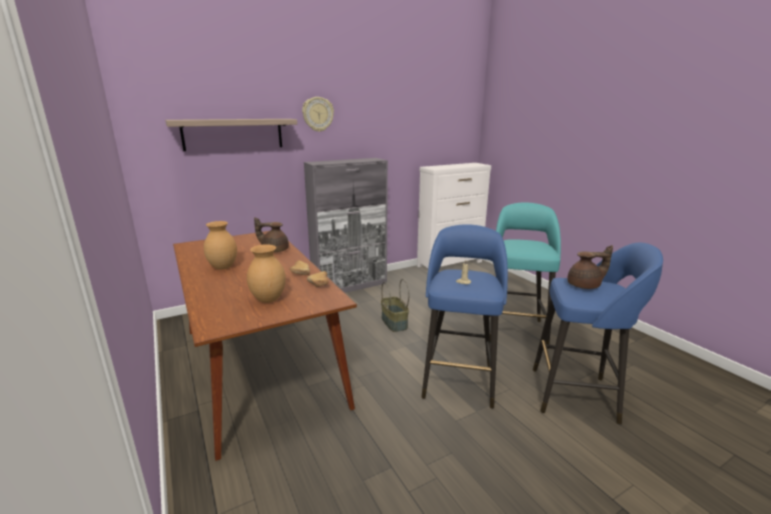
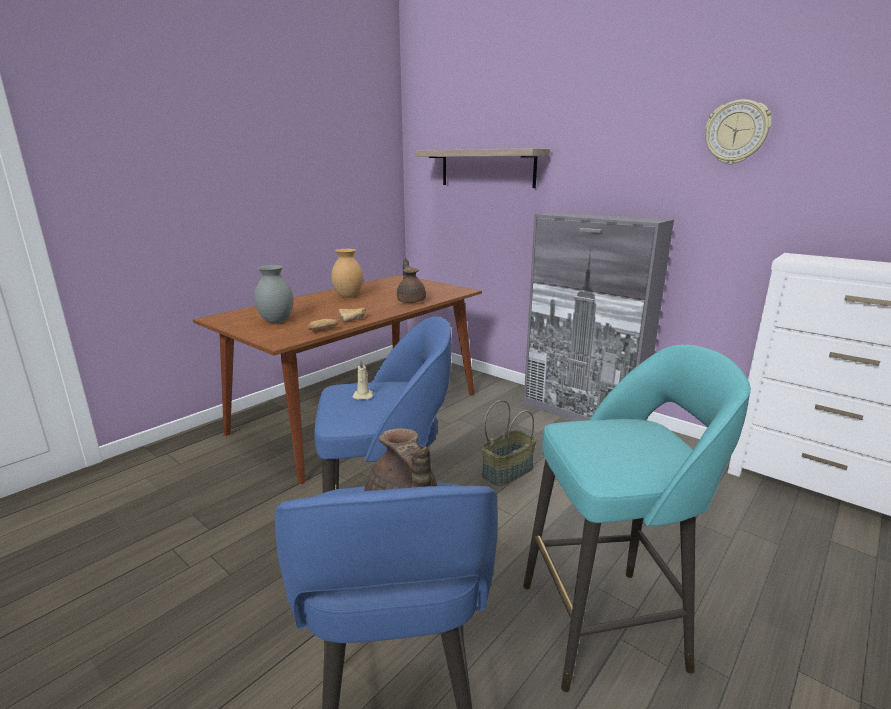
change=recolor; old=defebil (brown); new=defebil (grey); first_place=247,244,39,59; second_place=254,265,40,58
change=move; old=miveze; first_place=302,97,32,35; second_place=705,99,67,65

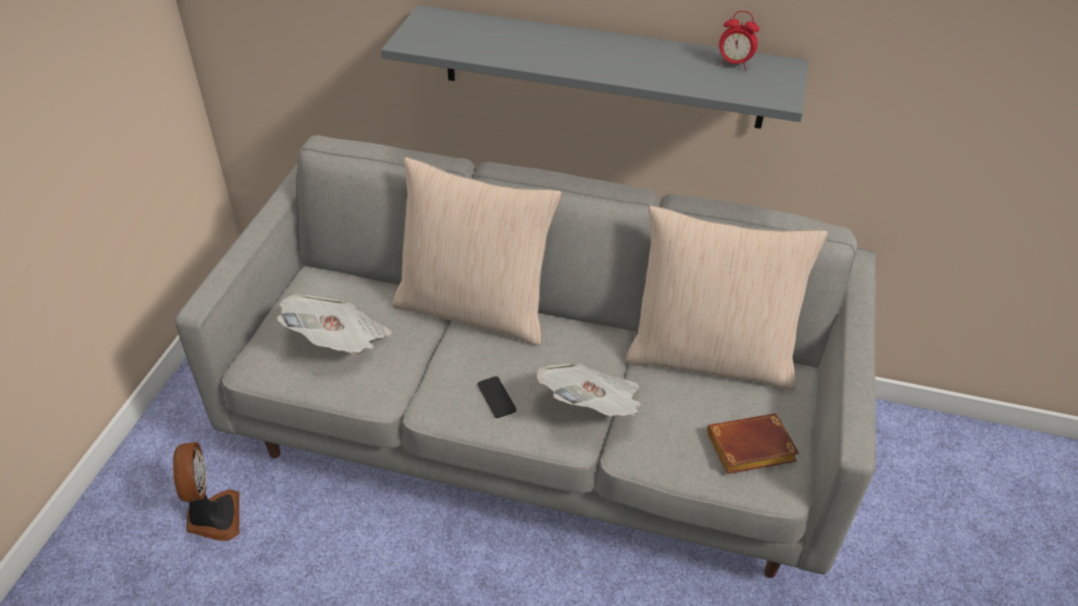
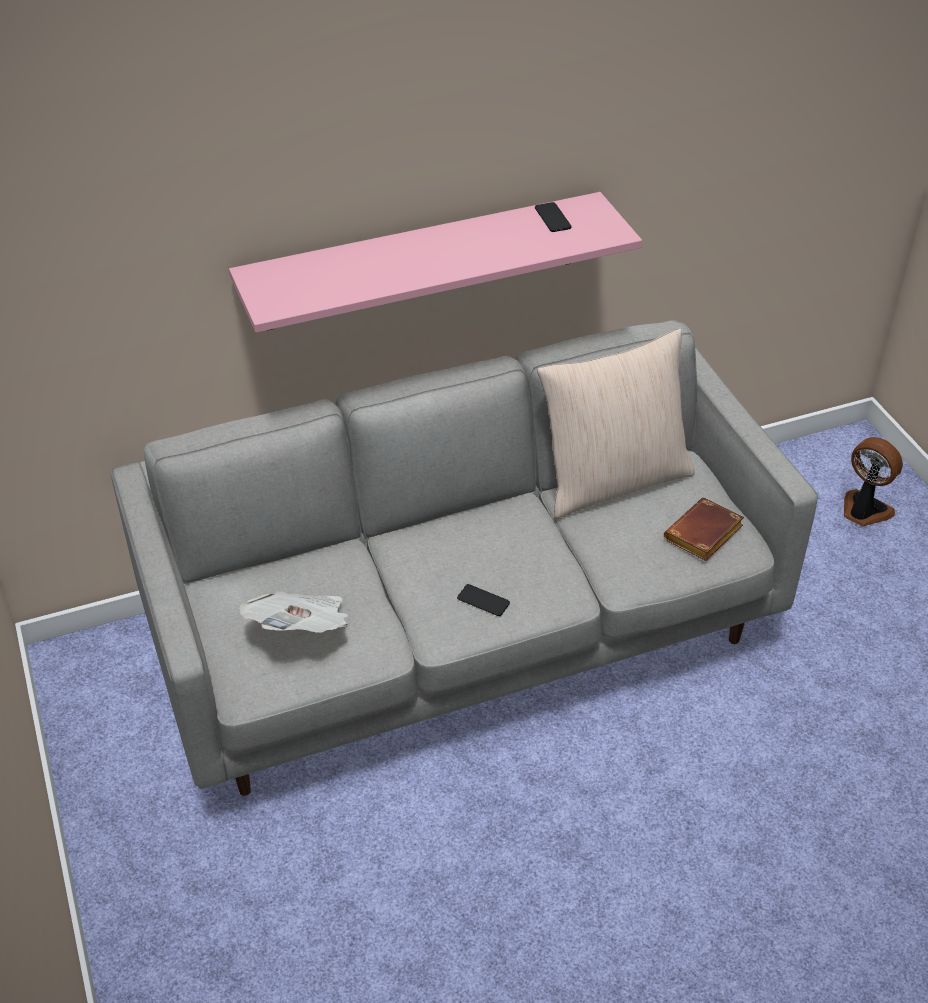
change=move; old=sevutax; first_place=173,442,66,99; second_place=844,437,59,89
change=recolor; old=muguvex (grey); new=muguvex (pink); first_place=381,5,428,124; second_place=229,192,413,141
change=delete; old=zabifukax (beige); first_place=392,157,170,188
change=delete; old=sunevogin; first_place=537,363,104,53
change=replace; old=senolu; new=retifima; first_place=719,11,40,59; second_place=535,202,37,30

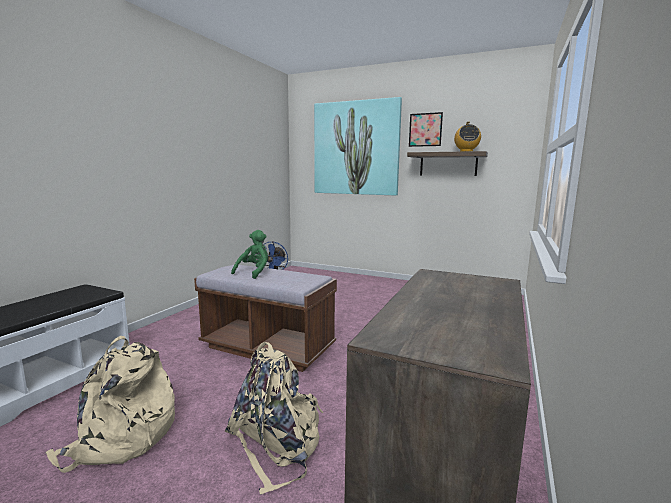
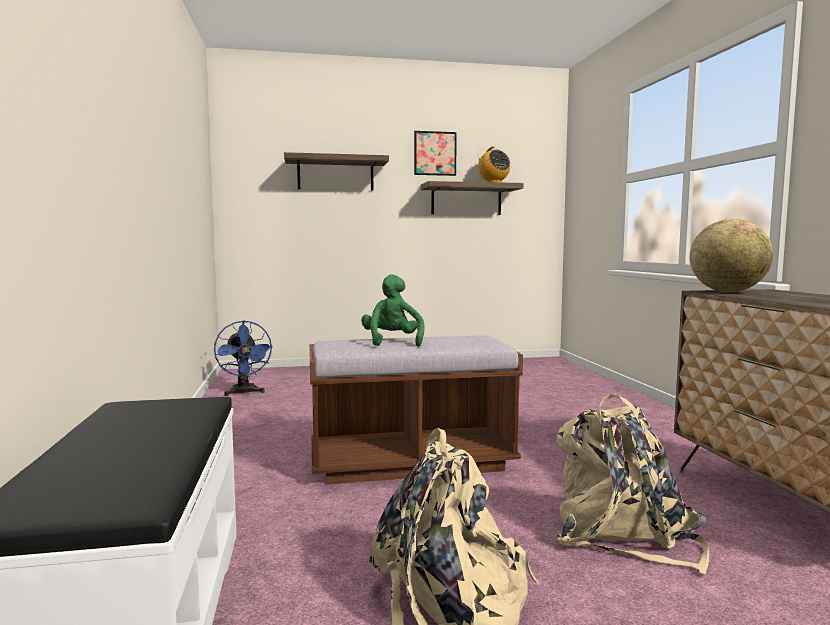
change=replace; old=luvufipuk; new=muguvex; first_place=314,97,88,99; second_place=284,152,105,39
change=insert; new=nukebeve; second_place=690,219,83,73

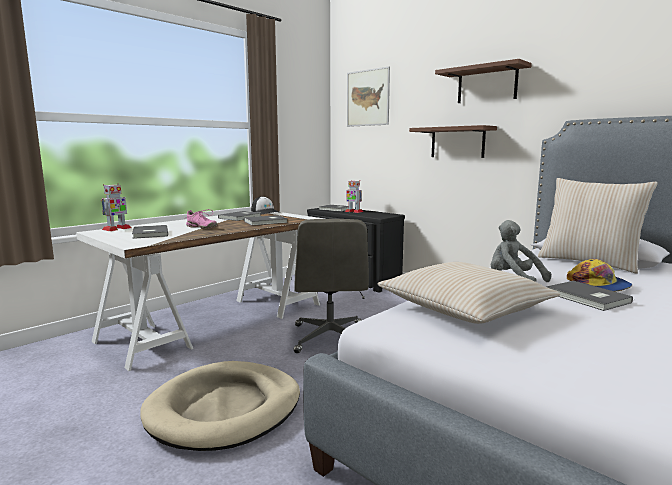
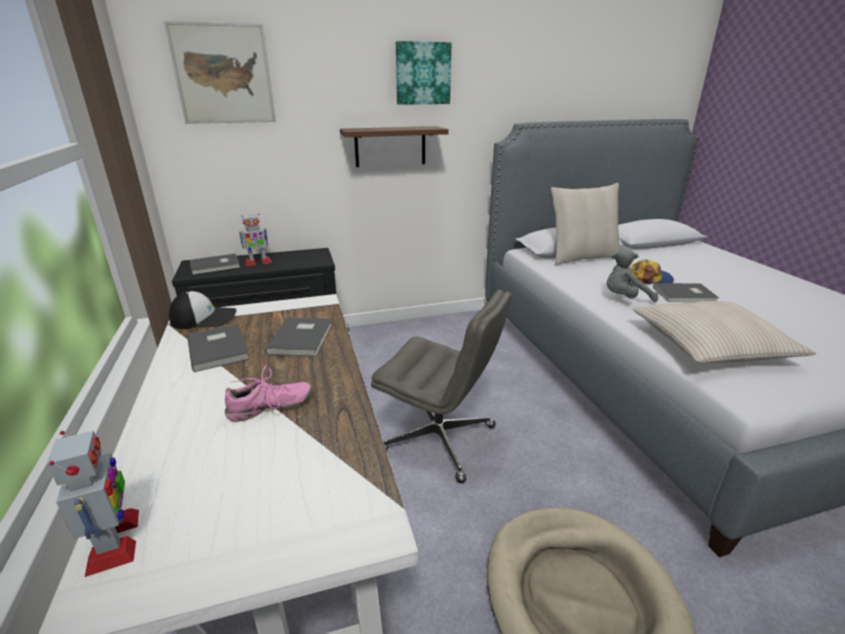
change=delete; old=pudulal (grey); first_place=132,225,36,14
change=replace; old=muguvex (brown); new=luvufipuk; first_place=435,59,97,44; second_place=396,41,55,64

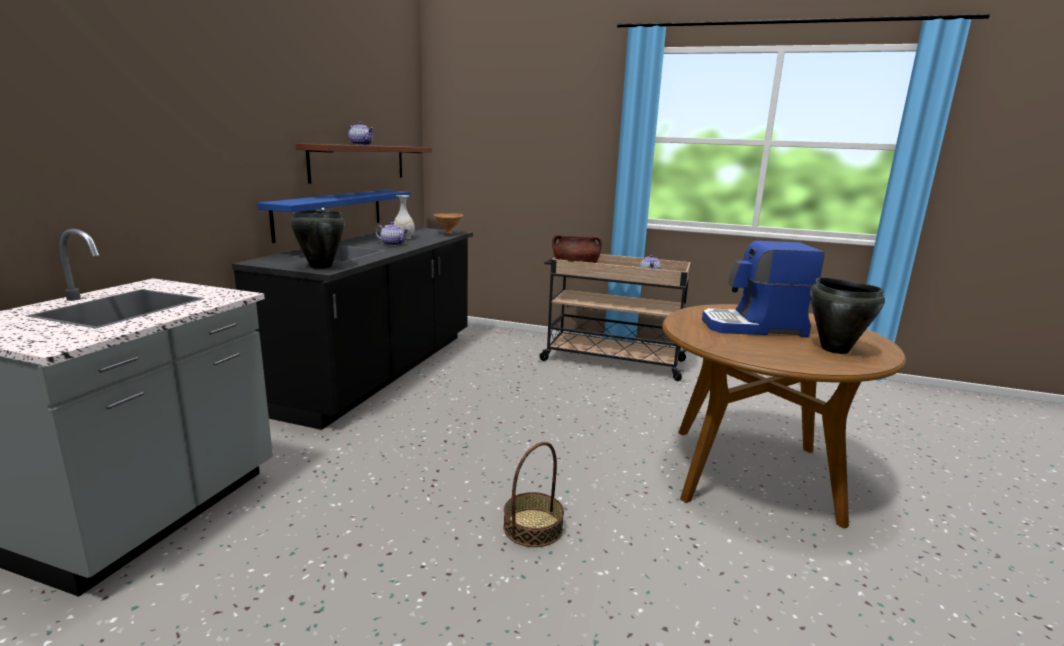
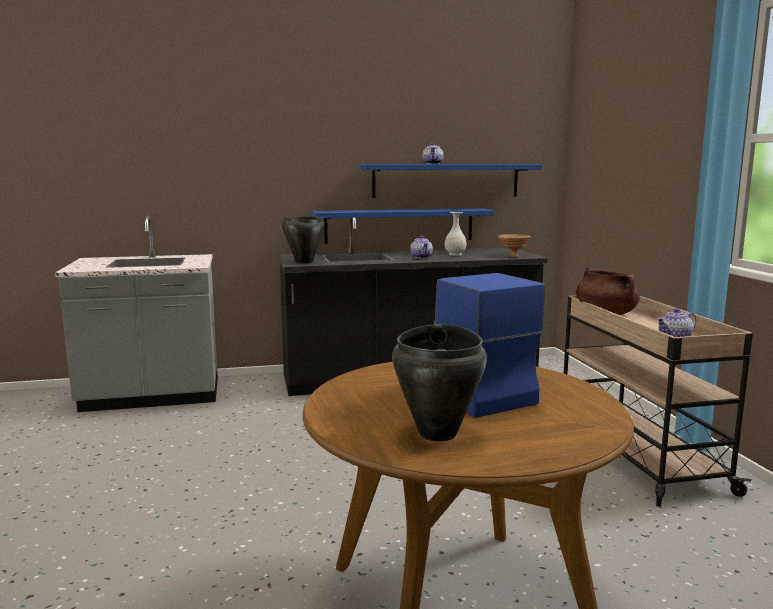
change=recolor; old=muguvex (brown); new=muguvex (blue); first_place=295,143,137,41; second_place=360,164,182,34
change=delete; old=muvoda; first_place=503,442,61,105

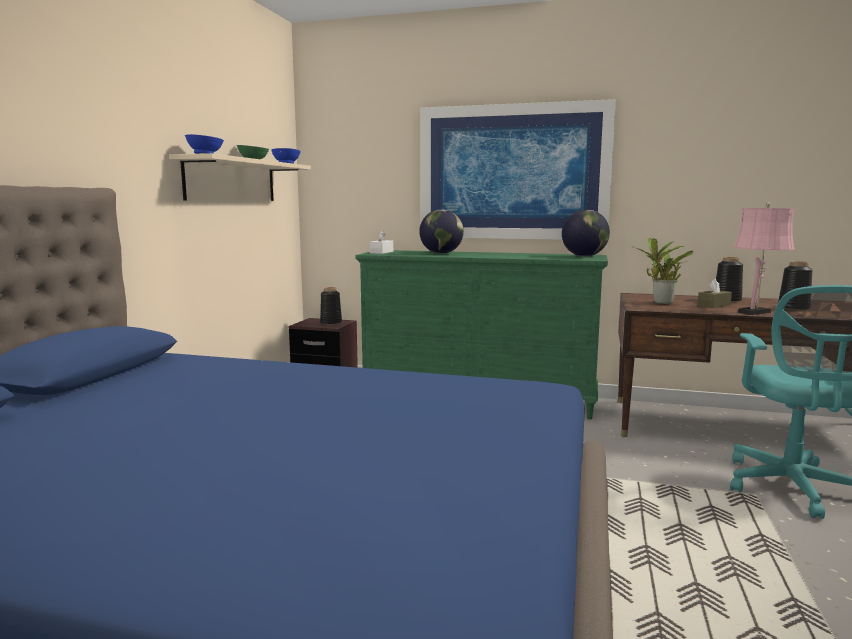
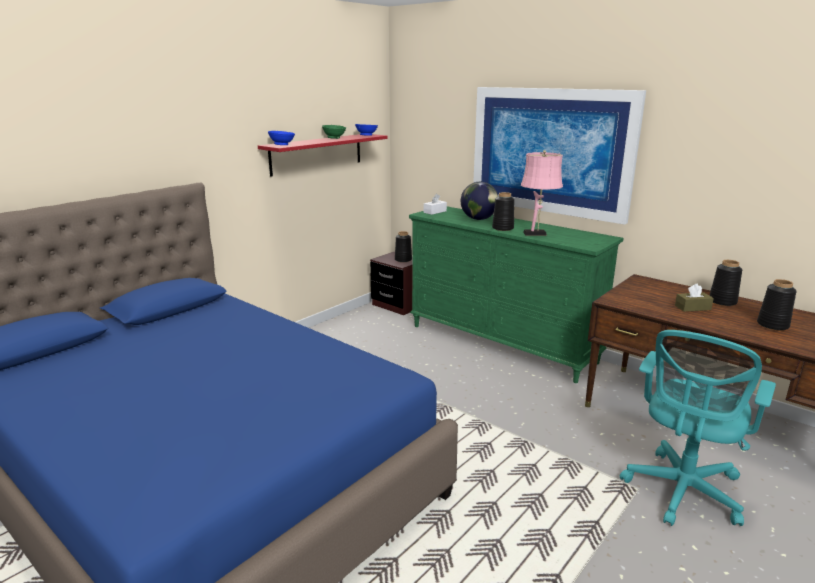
change=recolor; old=muguvex (beige); new=muguvex (red); first_place=169,153,142,48; second_place=258,134,130,43
change=delete; old=nukebeve; first_place=562,210,48,47
change=delete; old=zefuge; first_place=632,238,61,66
change=move; old=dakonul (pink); first_place=733,202,62,113; second_place=521,150,42,86
change=insert; new=defebil (black); second_place=492,192,22,39

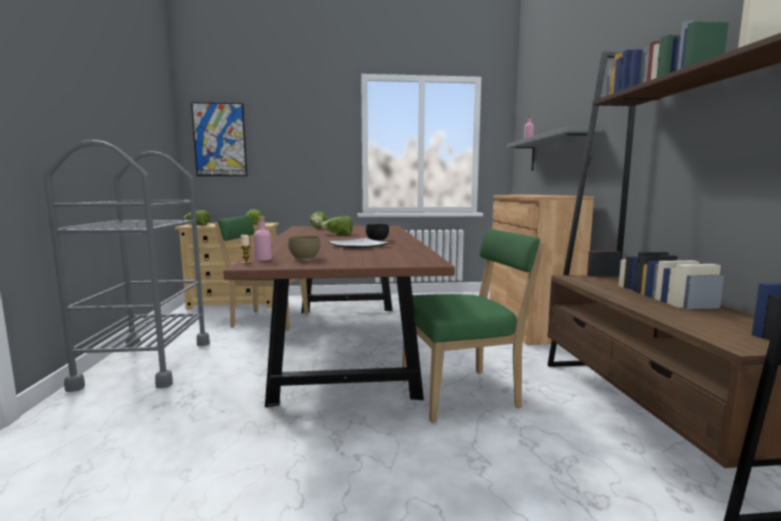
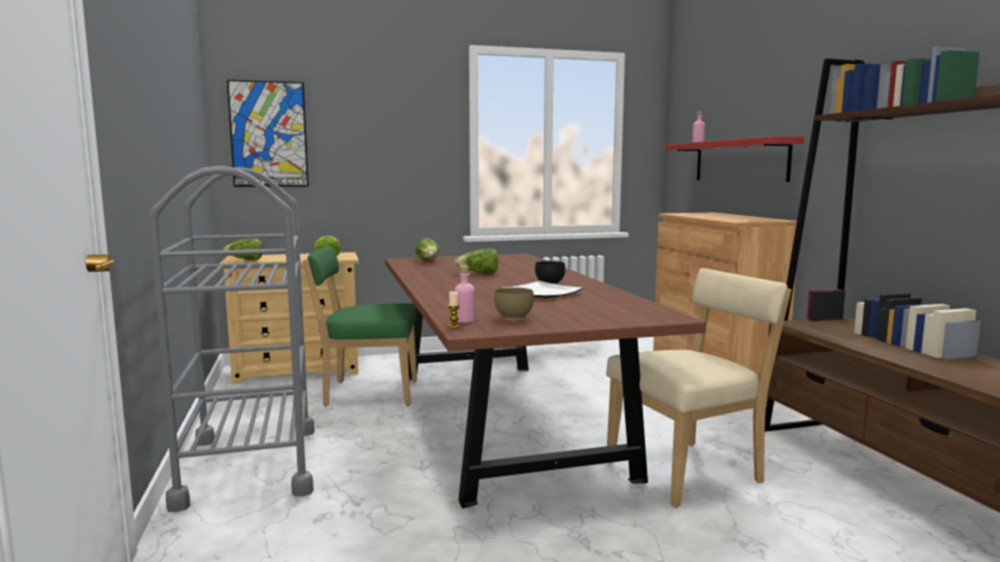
change=recolor; old=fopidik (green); new=fopidik (beige); first_place=402,229,143,194; second_place=606,268,185,240
change=recolor; old=muguvex (grey); new=muguvex (red); first_place=507,126,93,45; second_place=665,136,139,46

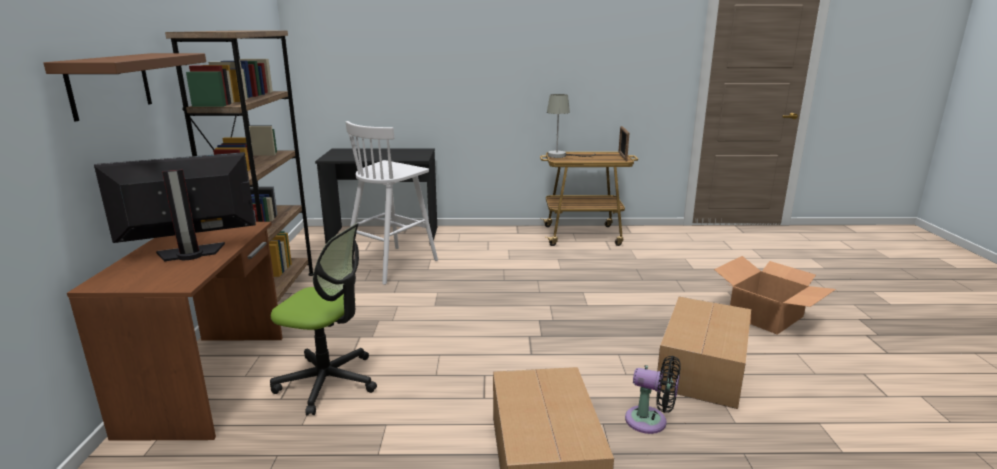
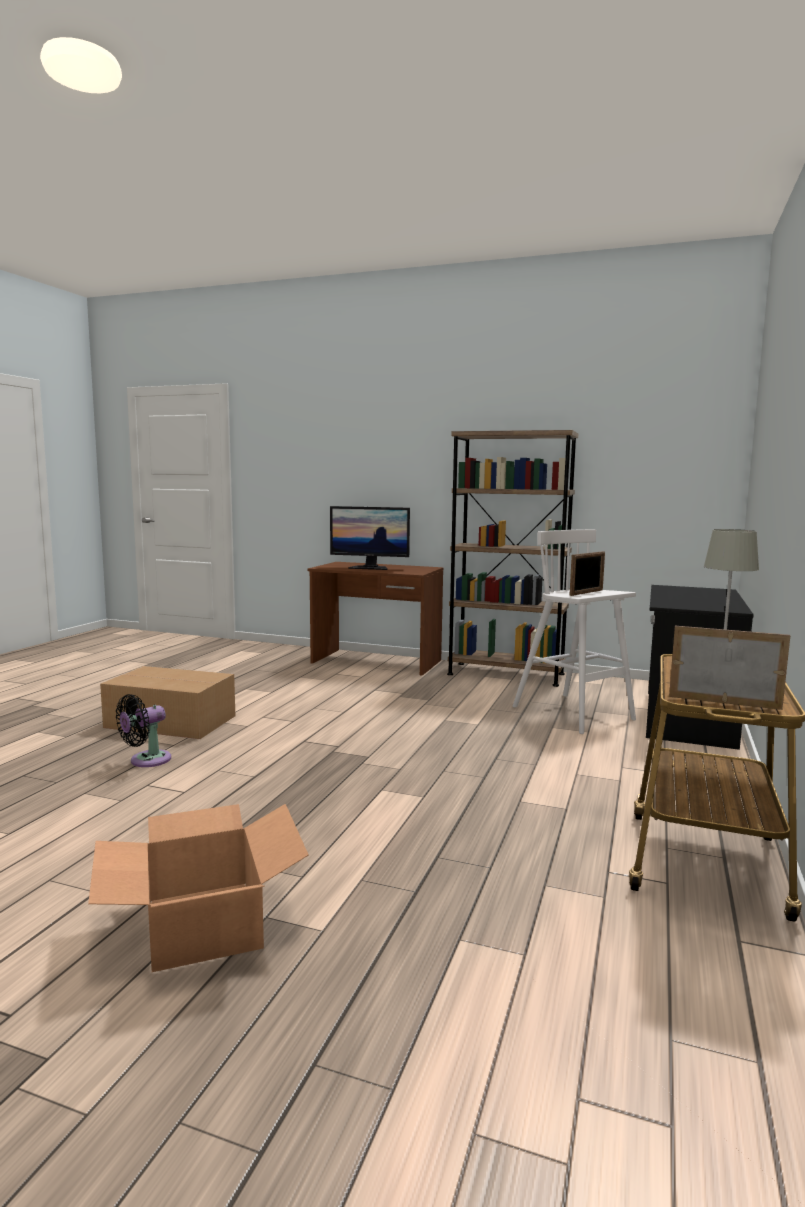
change=delete; old=muguvex (brown); first_place=44,53,162,68
change=rotate; old=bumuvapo; first_place=94,152,162,110; second_place=330,506,80,64; degrees=105
change=delete; old=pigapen; first_place=270,223,107,192
change=delete; old=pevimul; first_place=657,297,94,112
change=insert; new=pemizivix; second_place=569,551,36,45

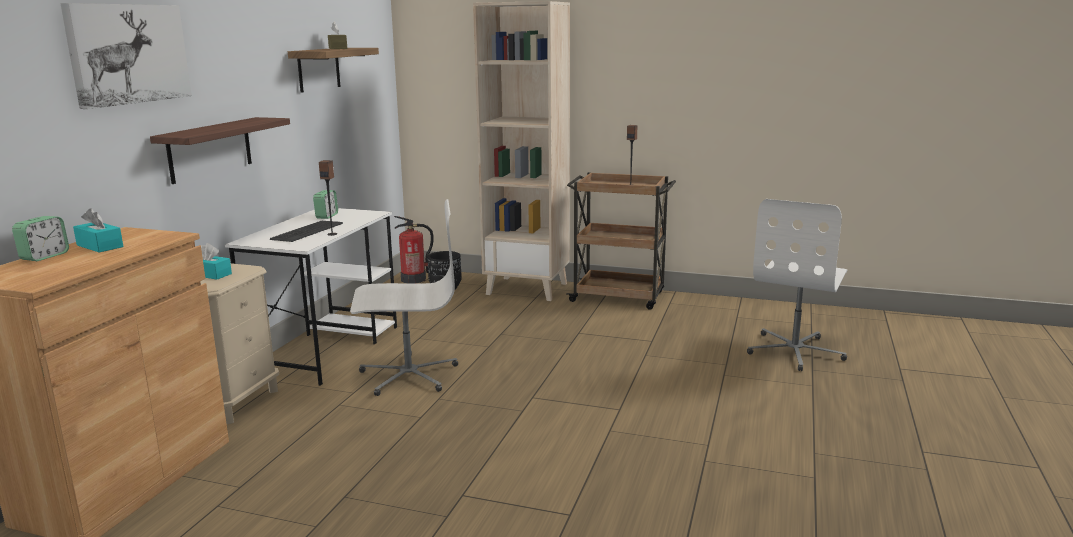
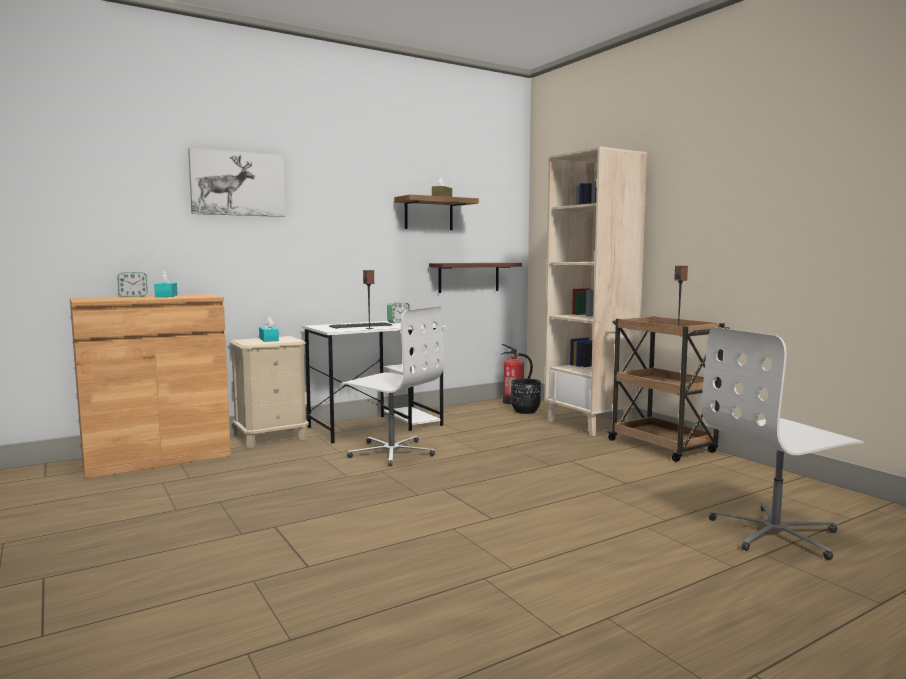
change=move; old=muguvex; first_place=150,117,140,67; second_place=429,263,93,30

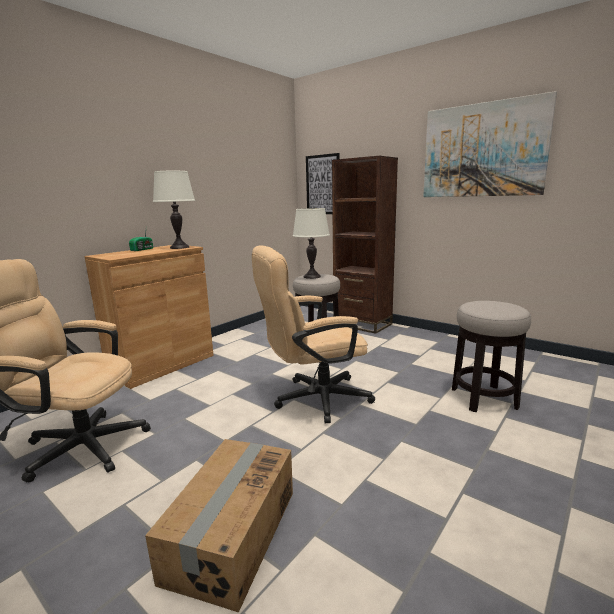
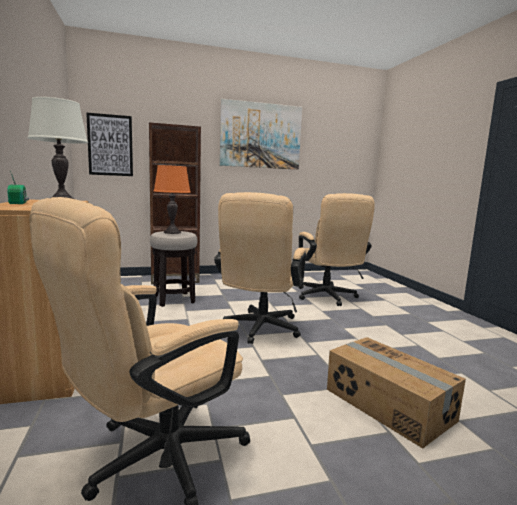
change=recolor; old=dakonul (white); new=dakonul (orange); first_place=293,208,37,71; second_place=154,165,37,69
change=replace; old=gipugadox; new=pigapen (beige); first_place=452,301,79,111; second_place=298,193,77,113

